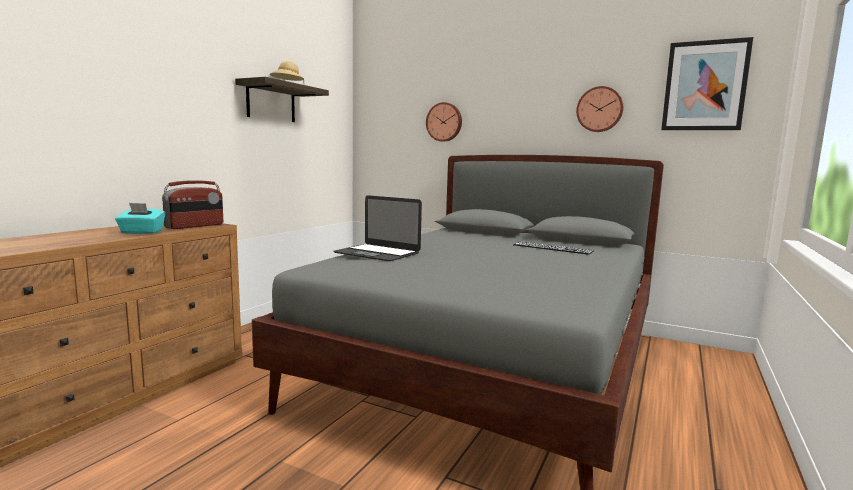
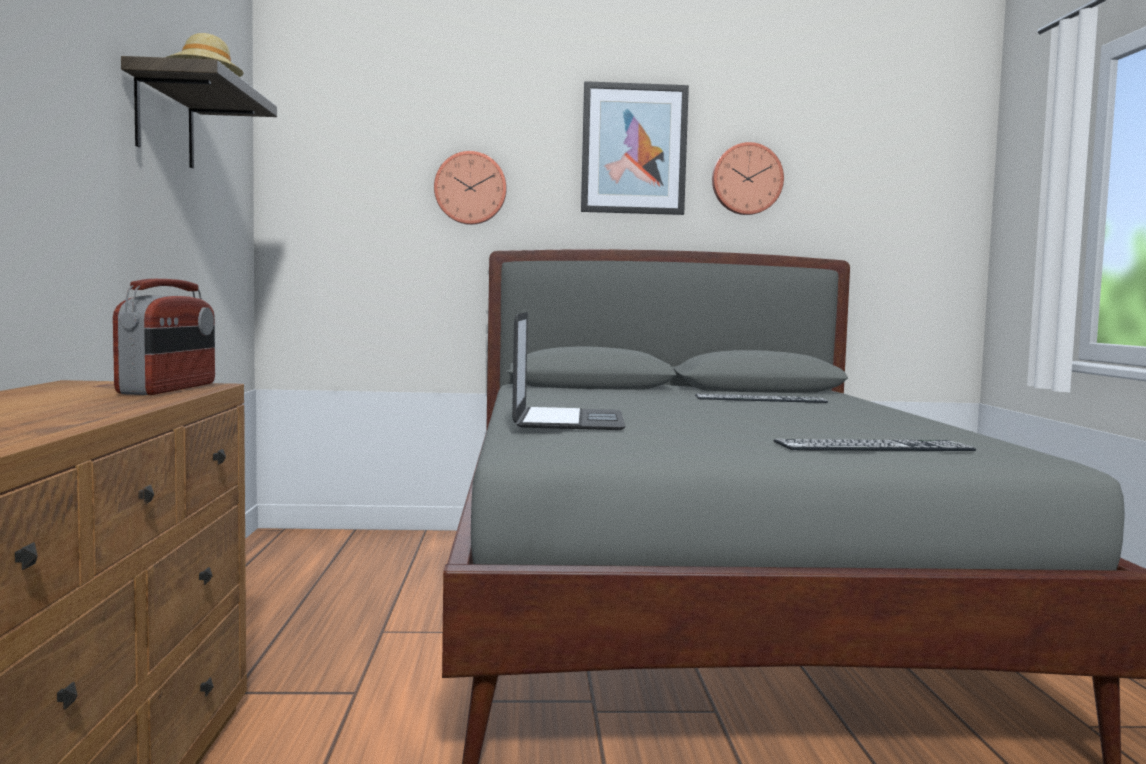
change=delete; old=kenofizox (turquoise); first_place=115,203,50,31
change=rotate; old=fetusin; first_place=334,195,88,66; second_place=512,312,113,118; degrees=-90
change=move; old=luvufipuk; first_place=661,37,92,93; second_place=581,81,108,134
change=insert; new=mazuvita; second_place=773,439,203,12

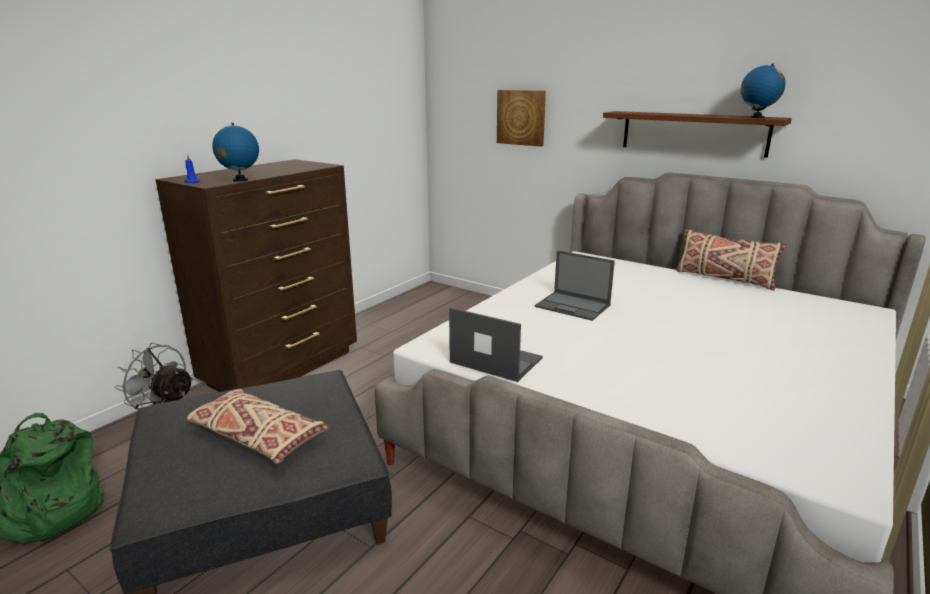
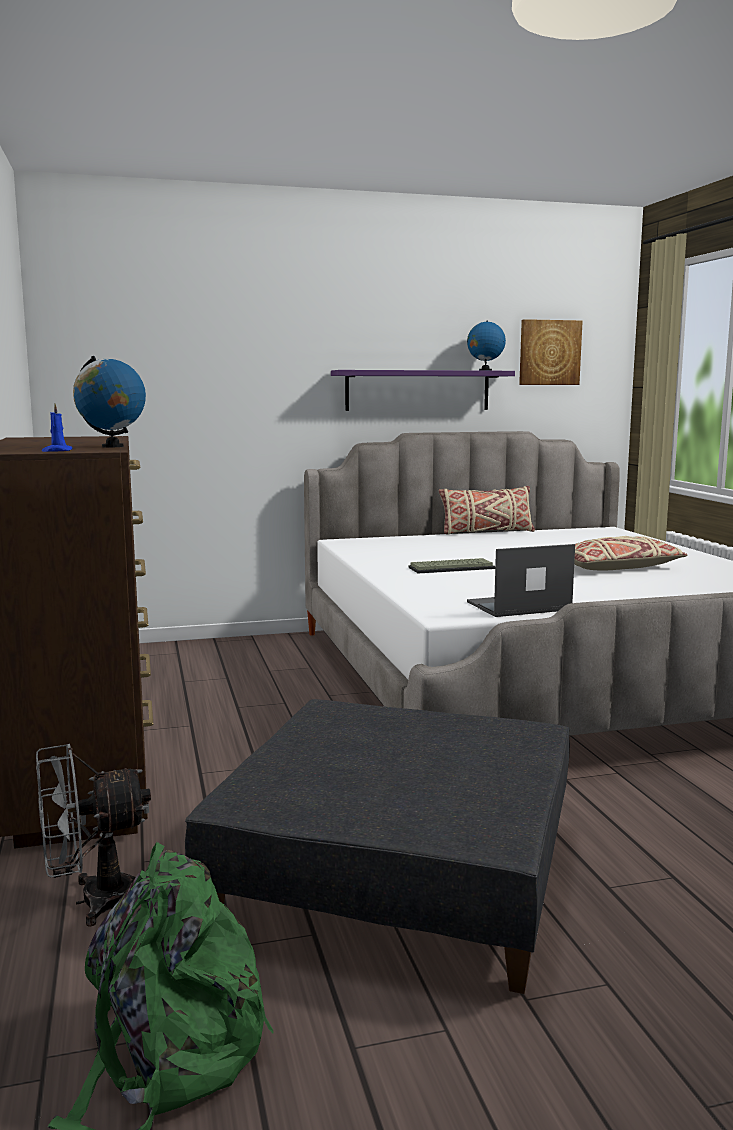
change=move; old=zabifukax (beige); first_place=185,389,145,75; second_place=574,536,113,35
change=move; old=luvufipuk; first_place=497,90,49,57; second_place=519,319,64,66
change=replace; old=fetusin; new=mazuvita; first_place=535,250,80,71; second_place=408,558,87,16
change=recolor; old=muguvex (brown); new=muguvex (purple); first_place=603,111,189,47; second_place=331,370,184,41

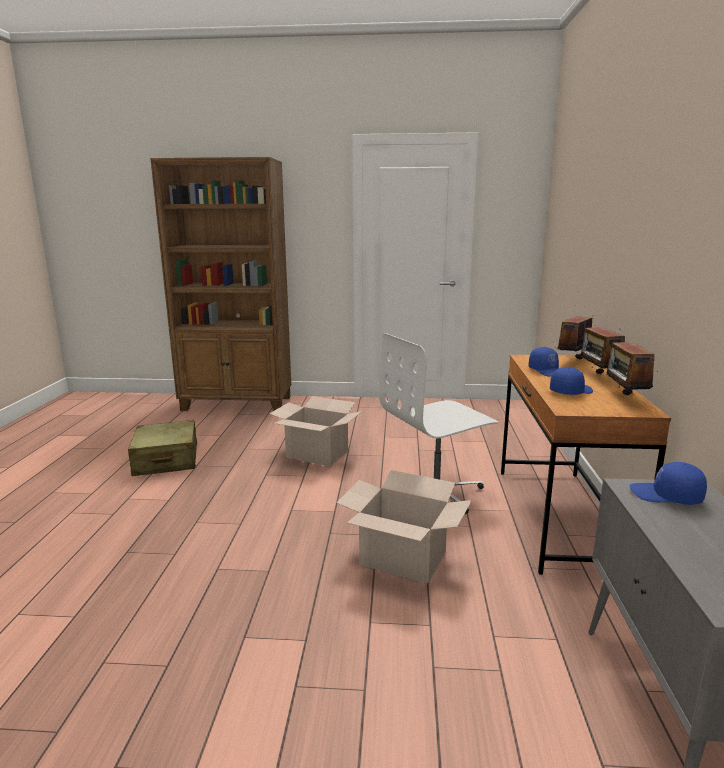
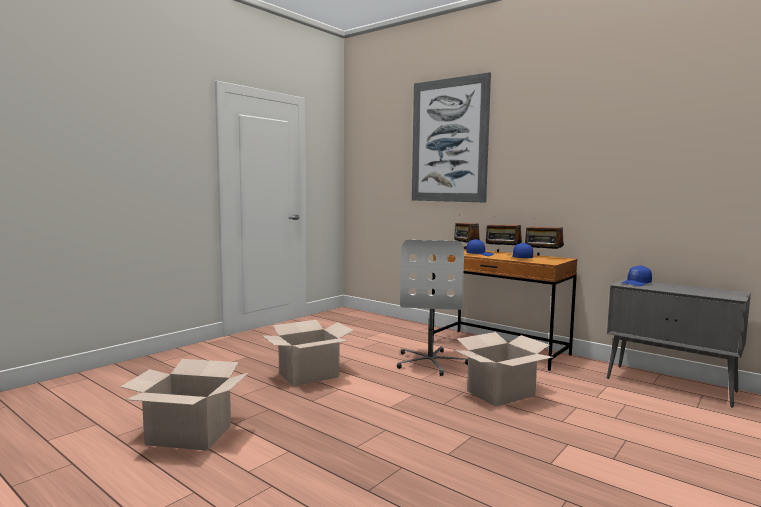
change=replace; old=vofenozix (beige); new=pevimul; first_place=128,420,69,56; second_place=120,359,129,92
change=delete; old=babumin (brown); first_place=150,157,141,254
change=insert; new=luvufipuk; second_place=412,72,79,131

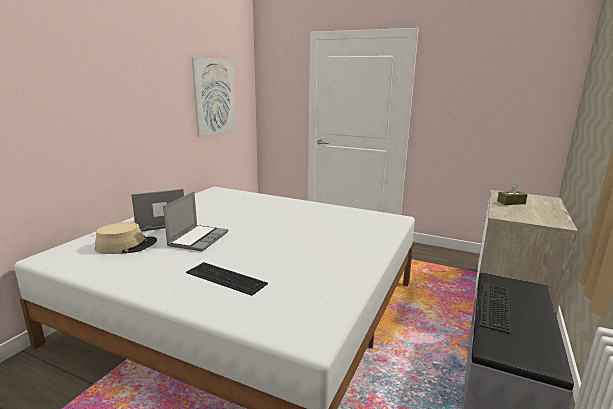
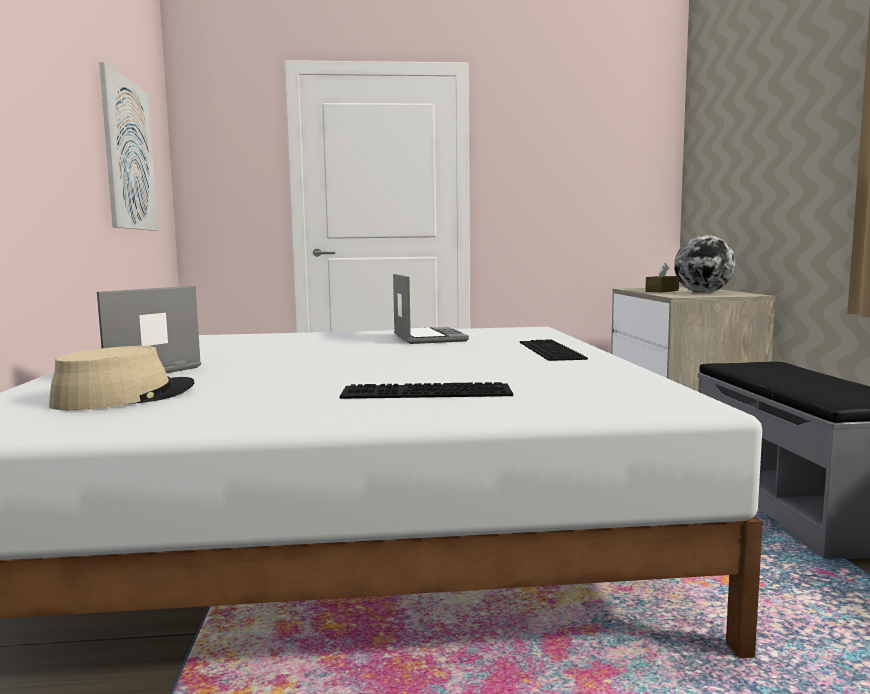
change=move; old=fetusin; first_place=163,192,65,59; second_place=393,274,76,70
change=move; old=mazuvita; first_place=480,283,31,51; second_place=520,339,68,22
change=insert; new=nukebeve; second_place=674,235,62,58

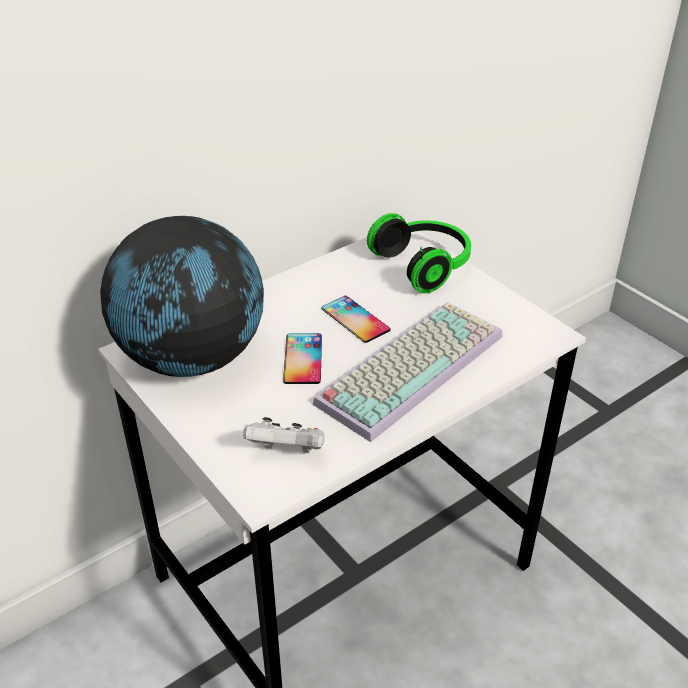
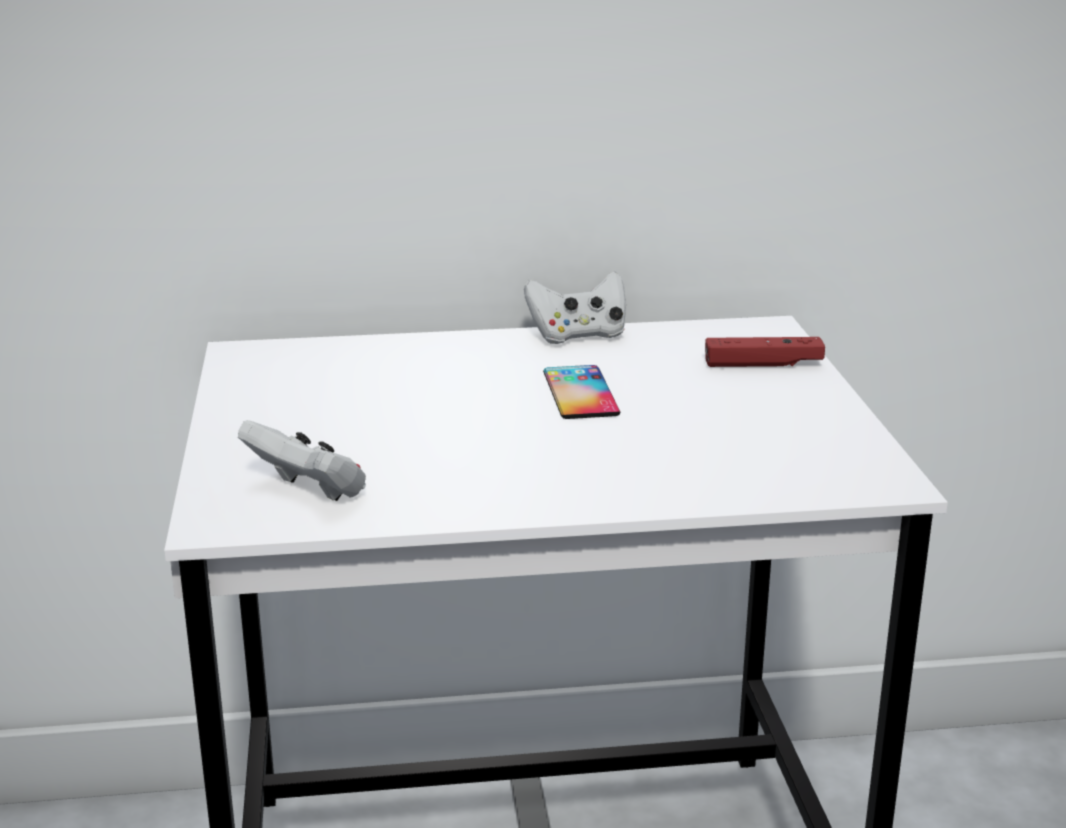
change=delete; old=nukebeve; first_place=100,216,164,161
change=delete; old=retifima; first_place=283,333,39,51
change=delete; old=mazuvita; first_place=313,302,190,140
change=replace; old=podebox; new=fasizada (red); first_place=367,213,104,81; second_place=705,337,120,30
change=insert; new=fasizada (white); second_place=524,271,102,73

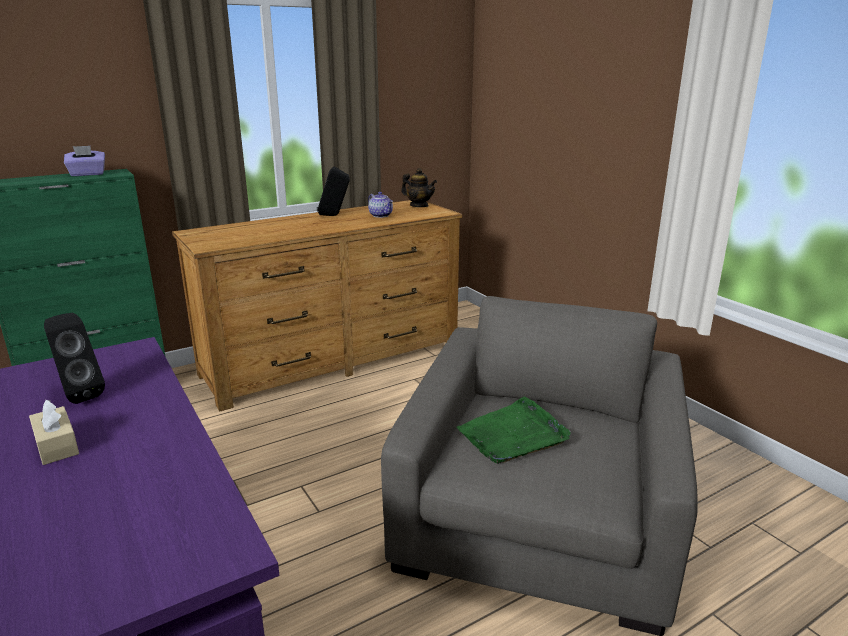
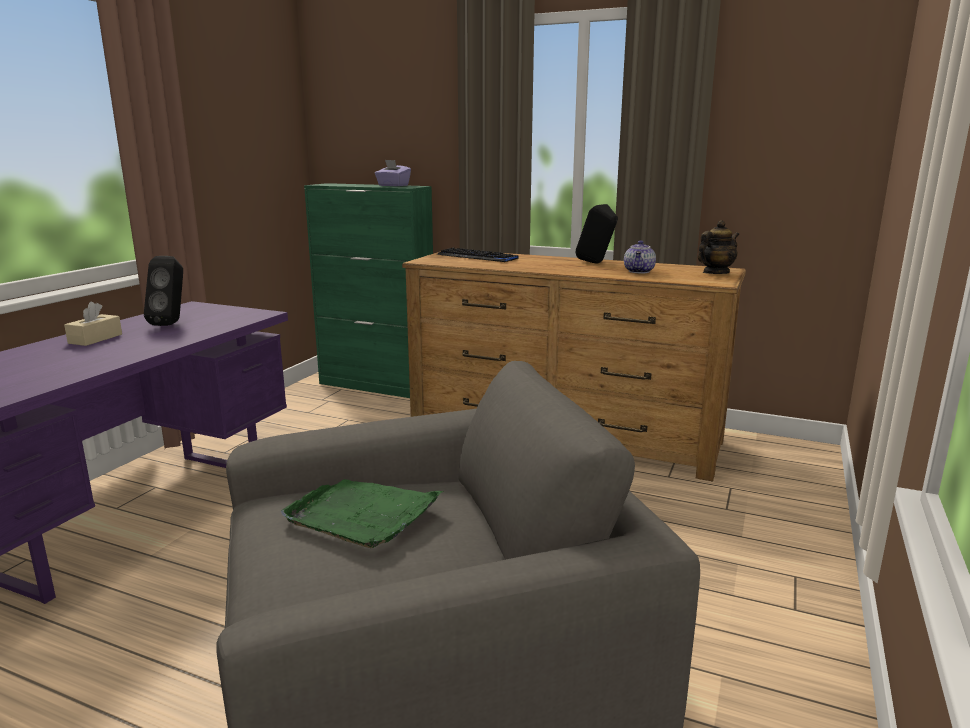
change=rotate; old=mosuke; first_place=401,168,36,39; second_place=698,220,41,54; degrees=-120
change=insert; new=mazuvita; second_place=437,248,82,14

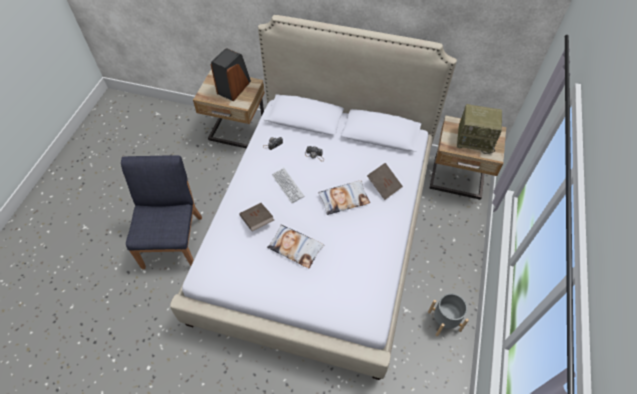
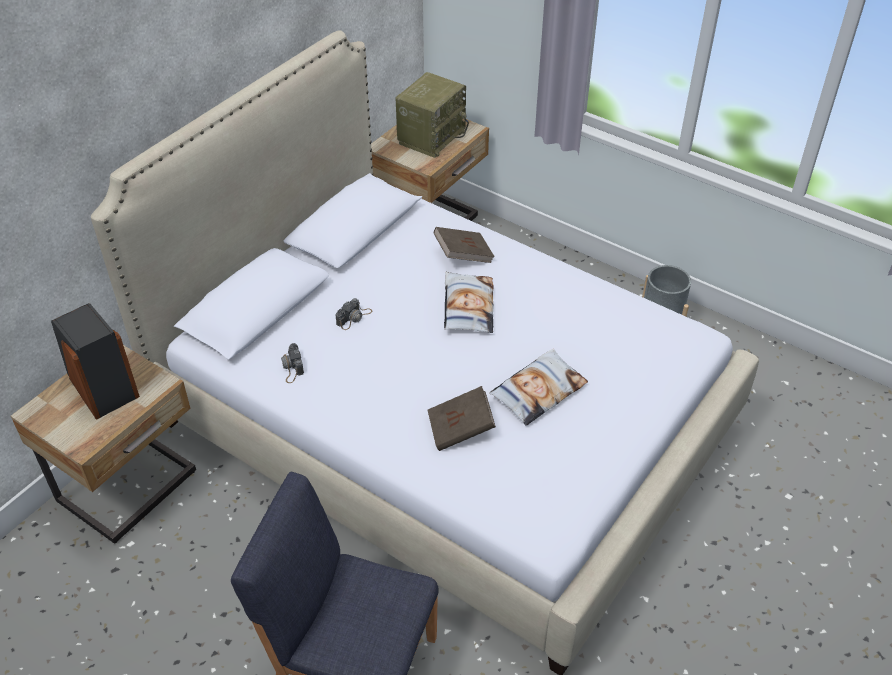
change=delete; old=mazuvita; first_place=272,168,33,35

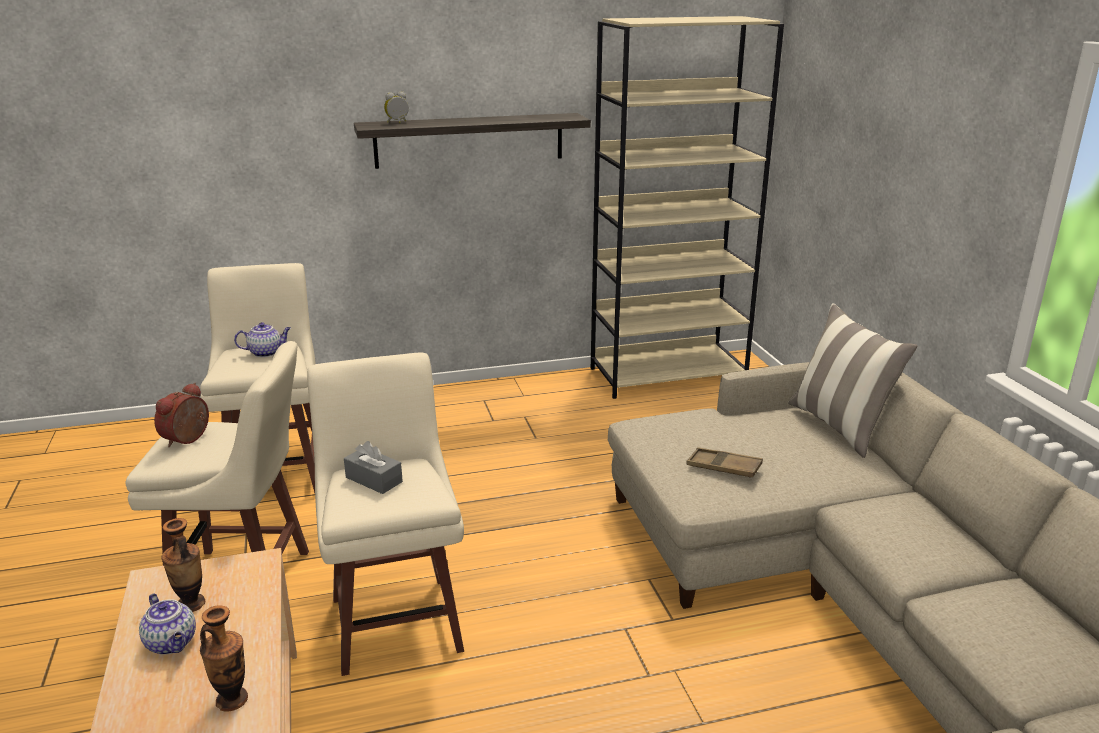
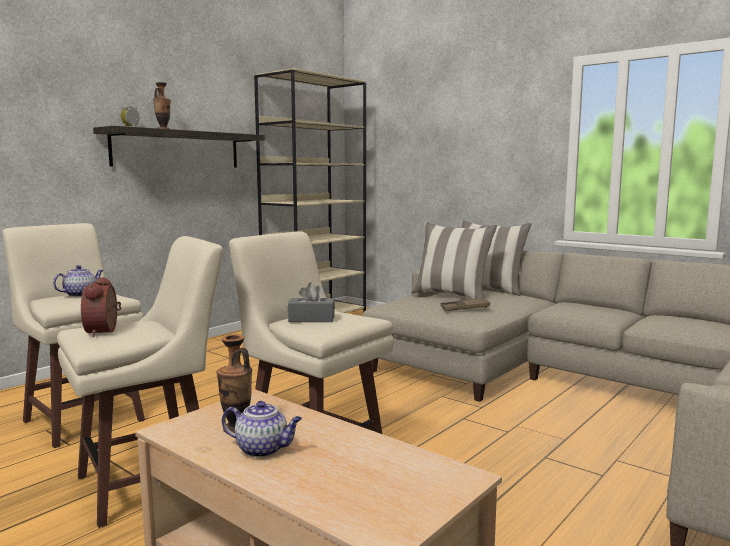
change=move; old=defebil; first_place=200,605,48,107; second_place=153,82,18,47
change=insert; new=zabifukax; second_place=411,222,86,77

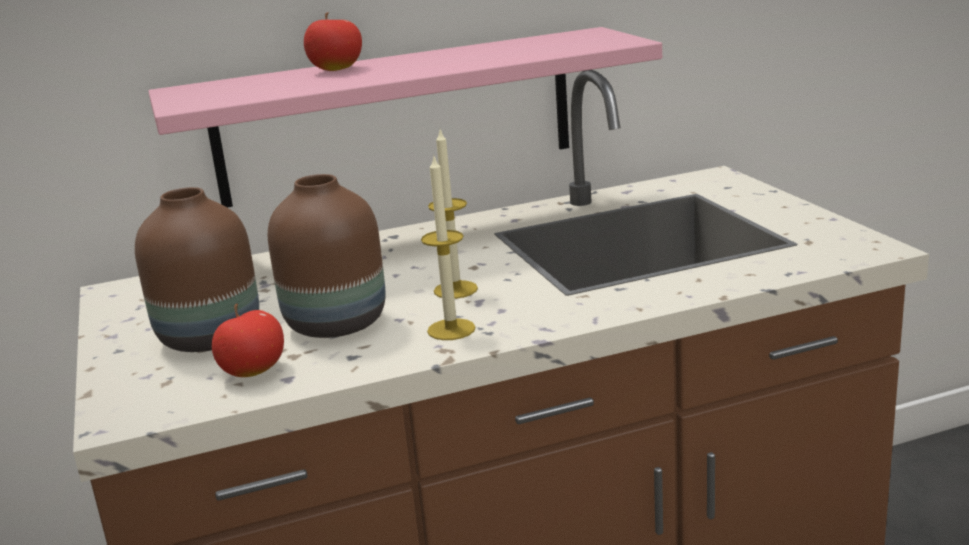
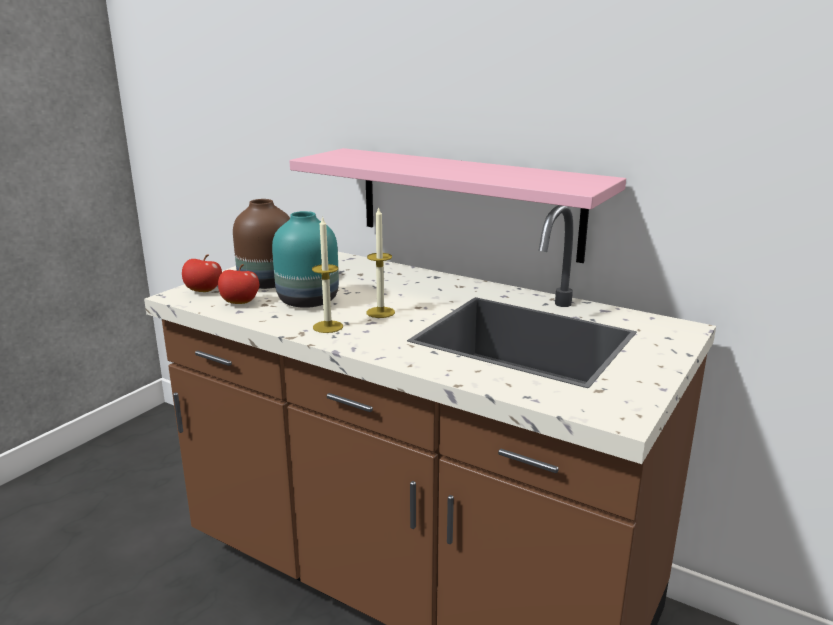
change=recolor; old=defebil (brown); new=defebil (turquoise); first_place=268,174,118,164; second_place=272,211,67,97
change=move; old=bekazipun; first_place=304,13,58,58; second_place=182,254,40,38

